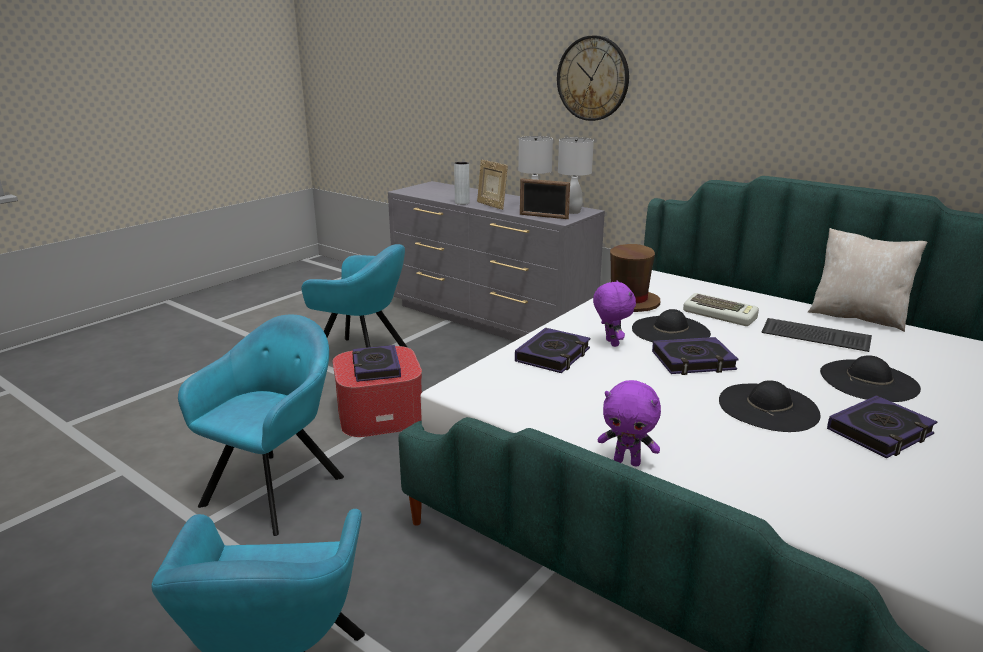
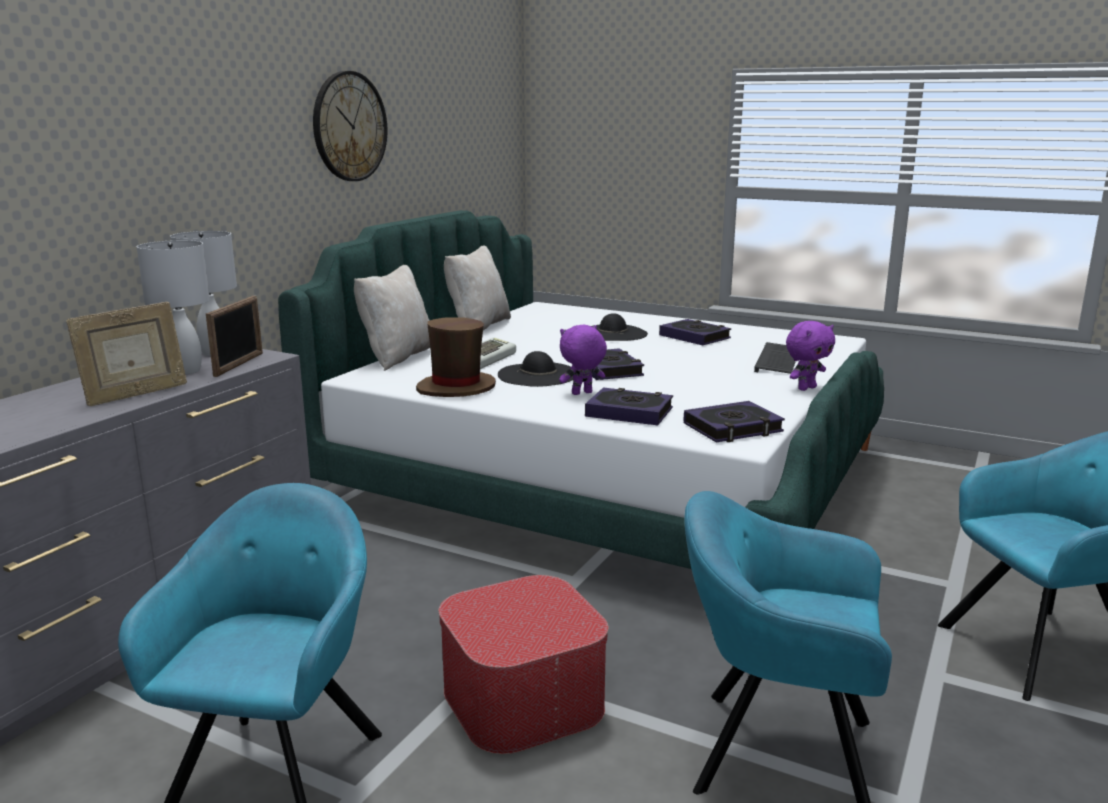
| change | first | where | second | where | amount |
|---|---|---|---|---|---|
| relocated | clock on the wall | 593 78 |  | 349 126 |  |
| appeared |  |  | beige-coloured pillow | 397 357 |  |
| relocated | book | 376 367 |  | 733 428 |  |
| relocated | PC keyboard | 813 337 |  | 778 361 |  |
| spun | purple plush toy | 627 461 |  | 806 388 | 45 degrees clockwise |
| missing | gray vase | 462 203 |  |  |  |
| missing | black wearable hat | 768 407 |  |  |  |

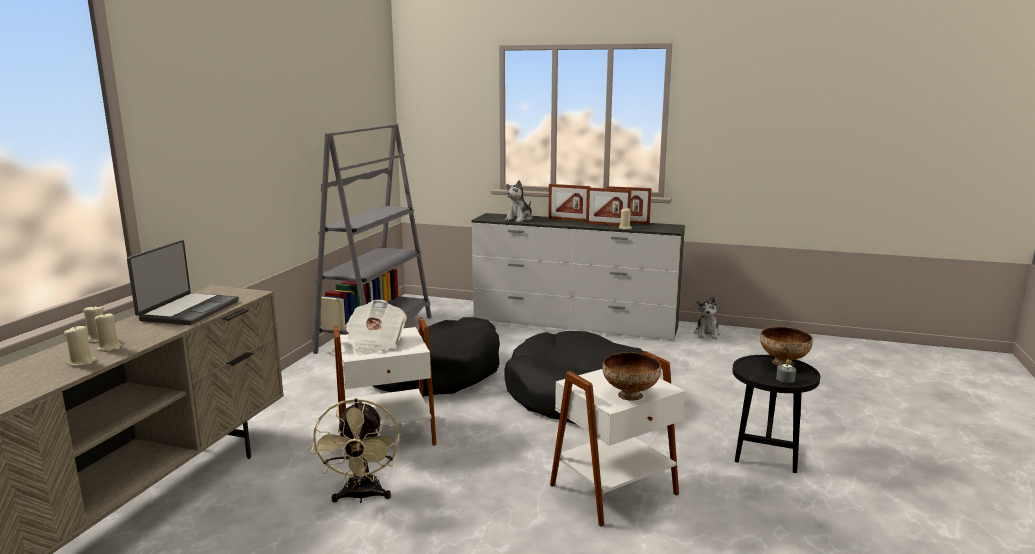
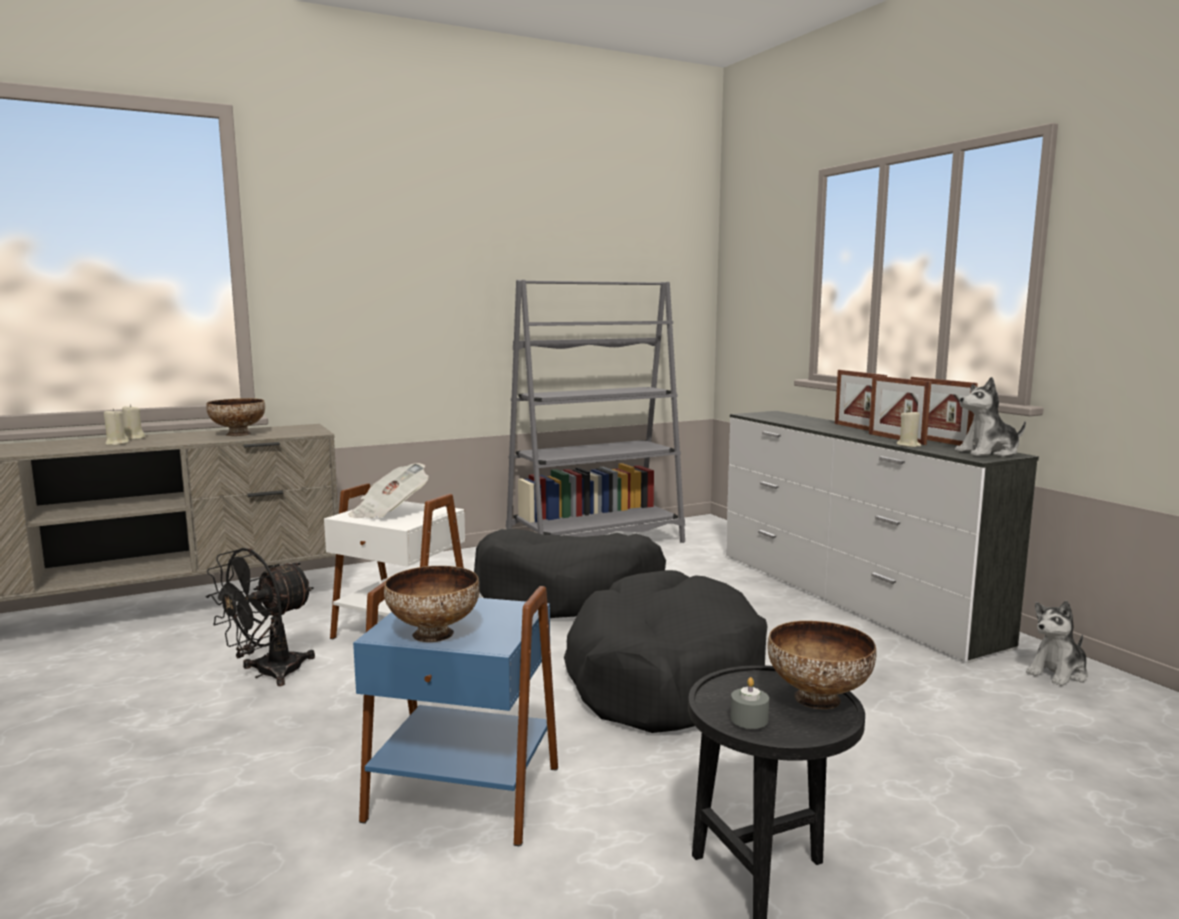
| change | first | where | second | where | amount |
|---|---|---|---|---|---|
| exchanged | portable computer | 188 310 | serving bowl | 238 434 |  |
| colour | beige-coloured fan | 361 496 | black fan | 268 674 |  |
| colour | white-coloured end table | 615 490 | bluish end table | 463 795 |  |
| relocated | plush toy | 519 219 |  | 988 452 |  |
| missing | beige-coloured wax light | 82 362 |  |  |  |

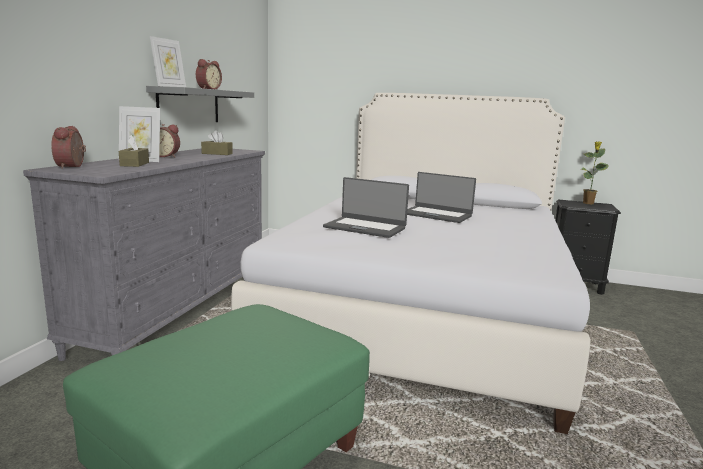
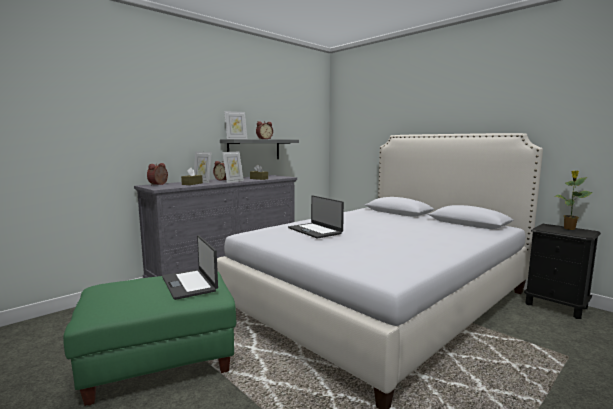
| change | first | where | second | where | amount |
|---|---|---|---|---|---|
| relocated | portable computer | 436 215 |  | 190 284 |  |
| appeared |  |  | standing frame | 233 181 |  |

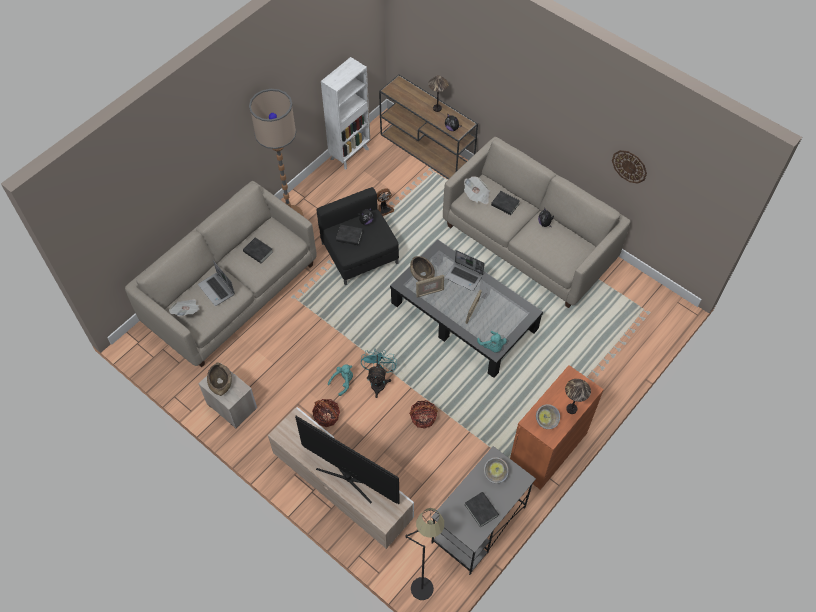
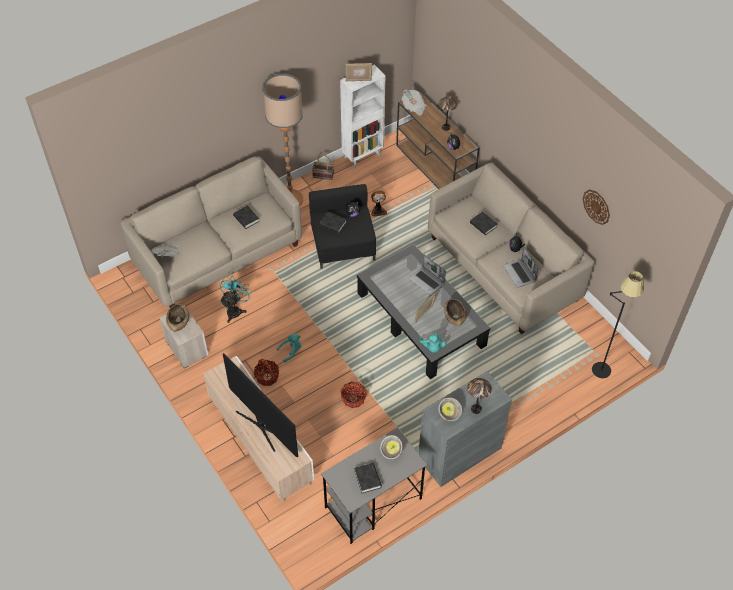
| change | first | where | second | where | amount |
|---|---|---|---|---|---|
| relocated | turquoise fan | 378 381 |  | 235 310 |  |
| appeared |  |  | storage basket | 324 174 |  |
| relocated | standing frame | 429 292 |  | 358 80 |  |
| relocated | newspaper | 477 195 |  | 414 107 |  |
| colour | orange storage cabinet | 548 449 | gray storage cabinet | 459 453 |  |
| relocated | brown serving bowl | 422 274 |  | 455 316 |  |
| relocated | portable computer | 217 289 |  | 520 274 |  |
| relocated | black standard lamp | 424 578 |  | 604 363 |  |

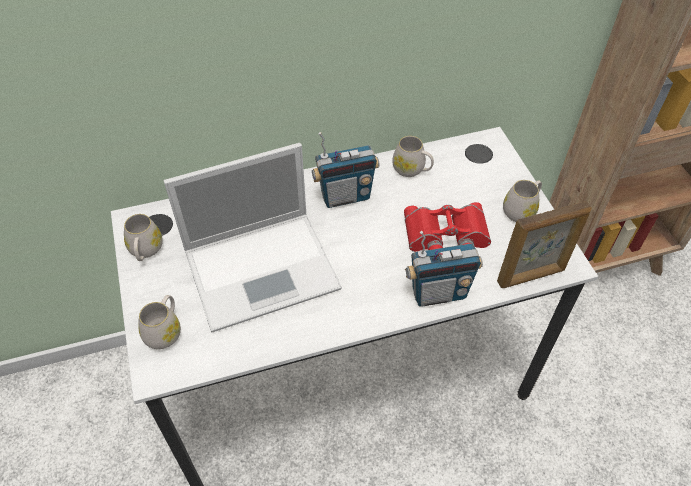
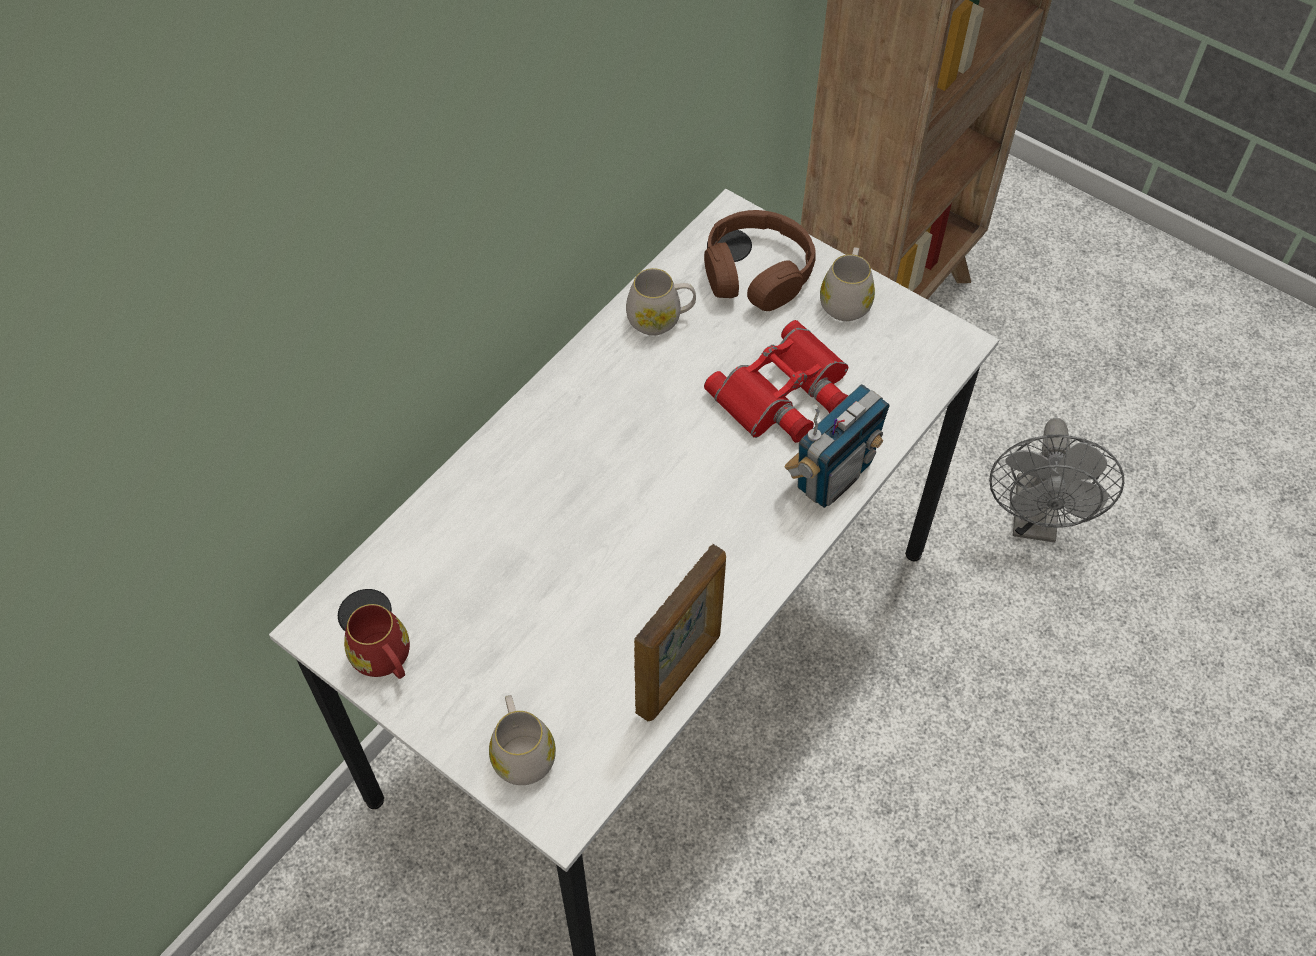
| change | first | where | second | where | amount |
|---|---|---|---|---|---|
| colour | white-coloured coffee mug | 145 251 | reddish coffee mug | 385 660 |  |
| relocated | standing frame | 531 276 |  | 680 673 |  |
| appeared |  |  | brown headset | 756 272 |  |
| appeared |  |  | gray fan | 1035 521 |  |
| missing | portable computer | 264 268 |  |  |  |
| missing | radio receiver | 345 196 |  |  |  |

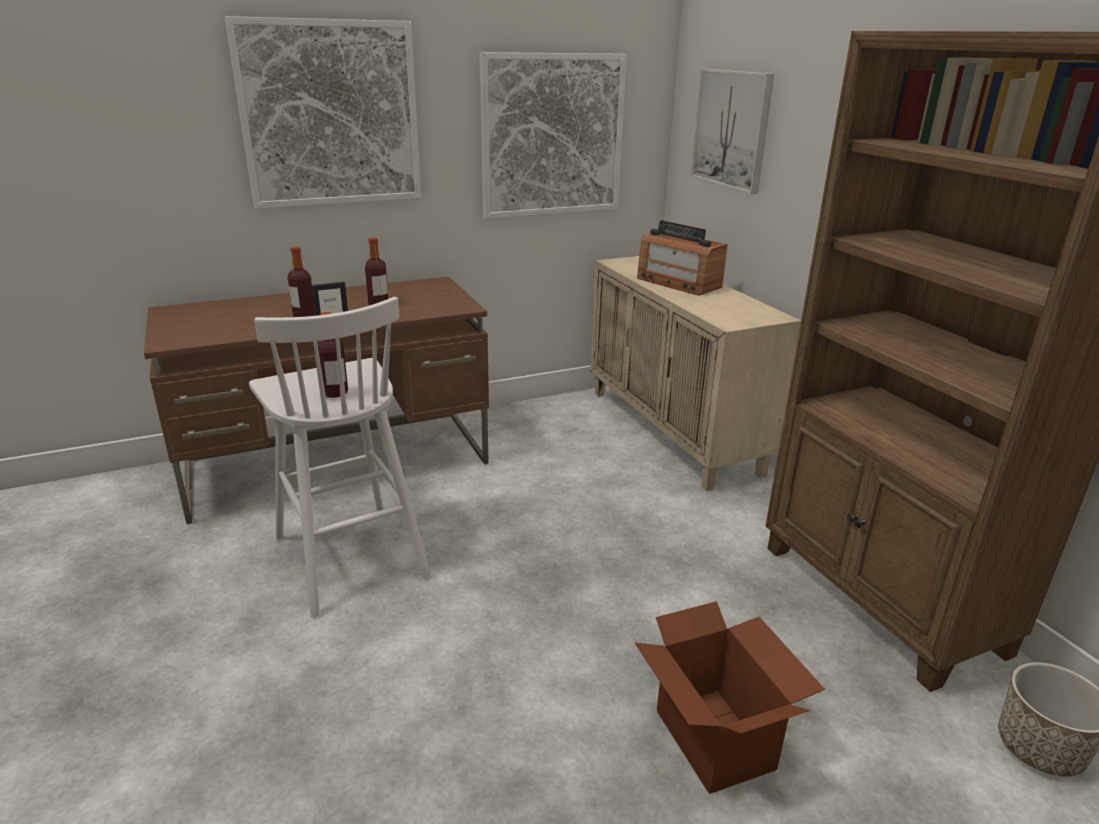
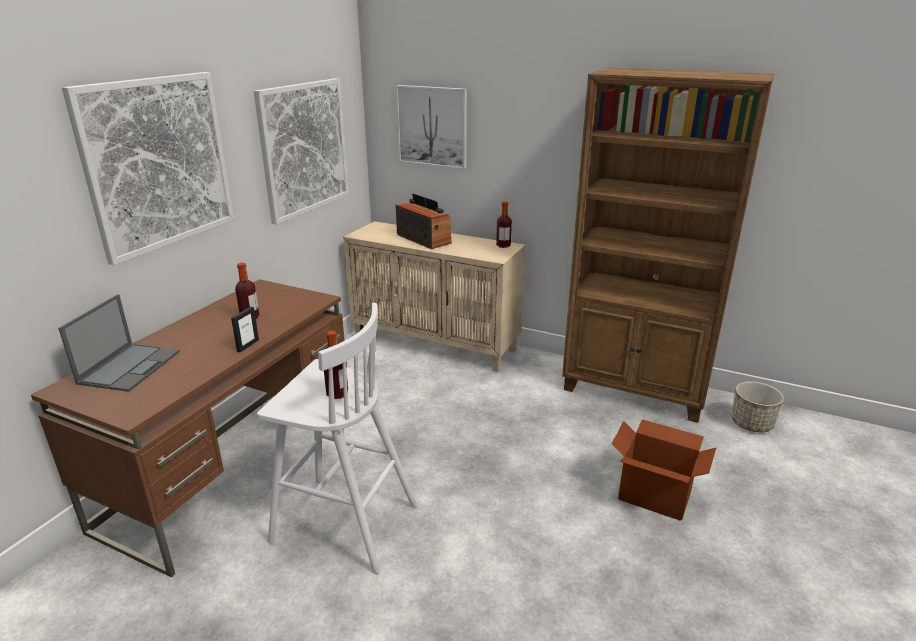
| change | first | where | second | where | amount |
|---|---|---|---|---|---|
| appeared |  |  | portable computer | 130 367 |  |
| spun | radio receiver | 678 283 |  | 424 239 | 135 degrees counterclockwise |
| relocated | drink bottle | 304 316 |  | 503 245 |  |

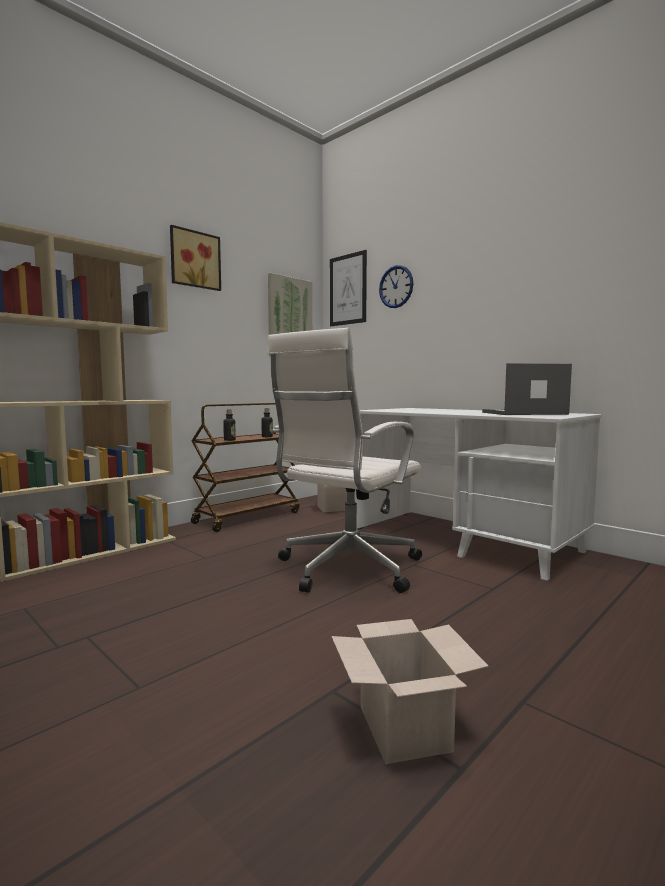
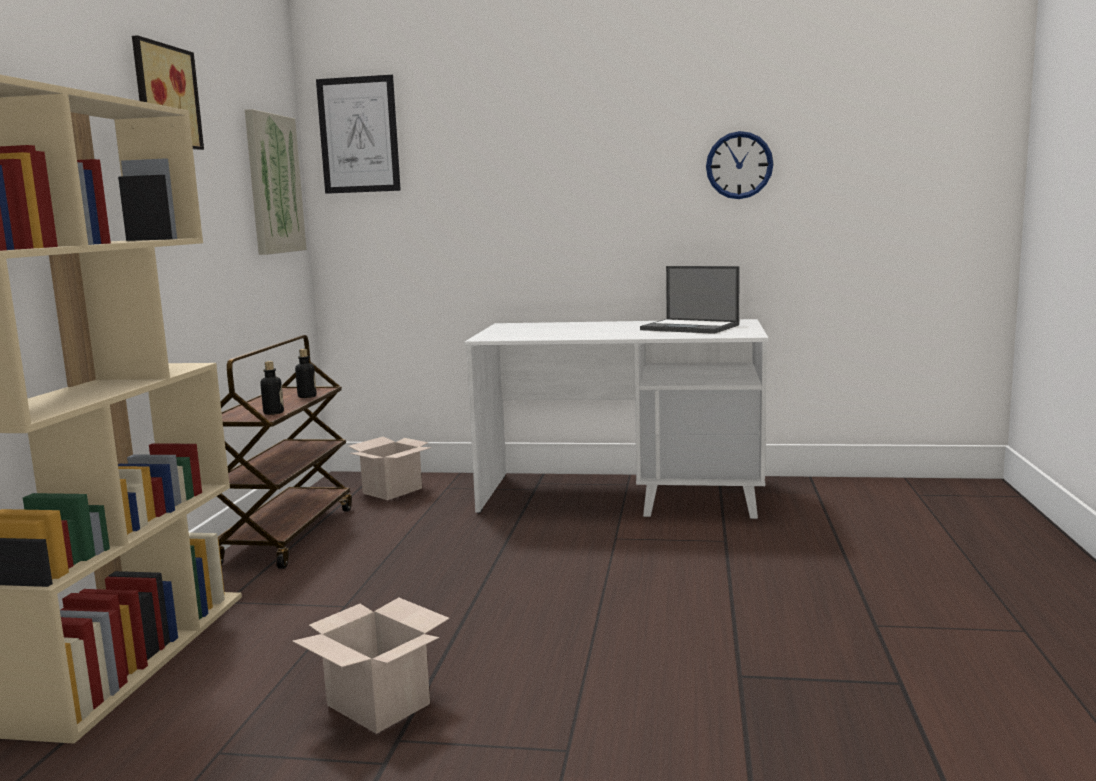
| change | first | where | second | where | amount |
|---|---|---|---|---|---|
| relocated | packing box | 406 729 |  | 381 704 |  |
| spun | portable computer | 523 413 |  | 691 327 | 105 degrees counterclockwise |
| relocated | clock on the wall | 396 287 |  | 739 165 |  |
| missing | white-coloured computer chair | 346 569 |  |  |  |

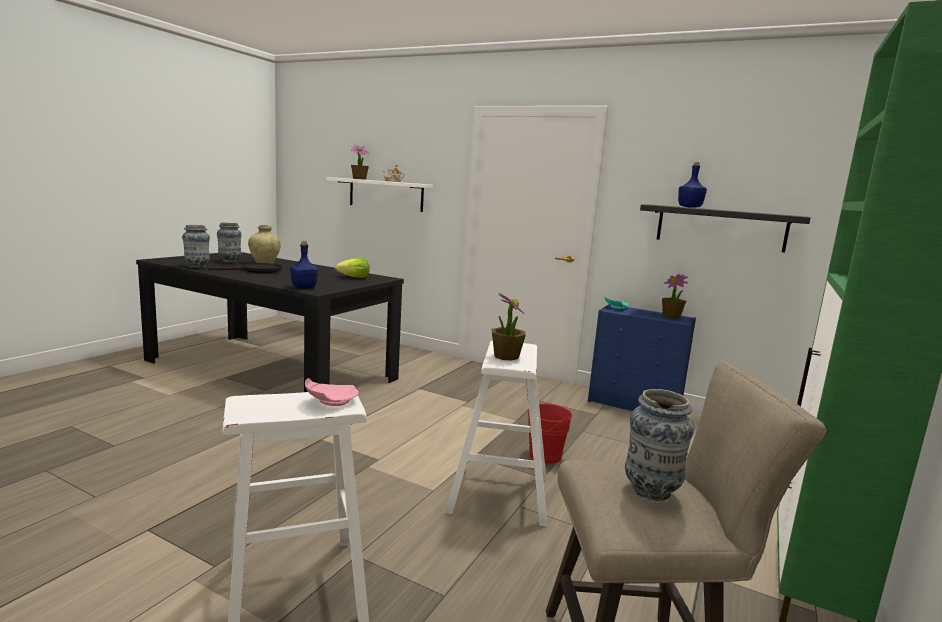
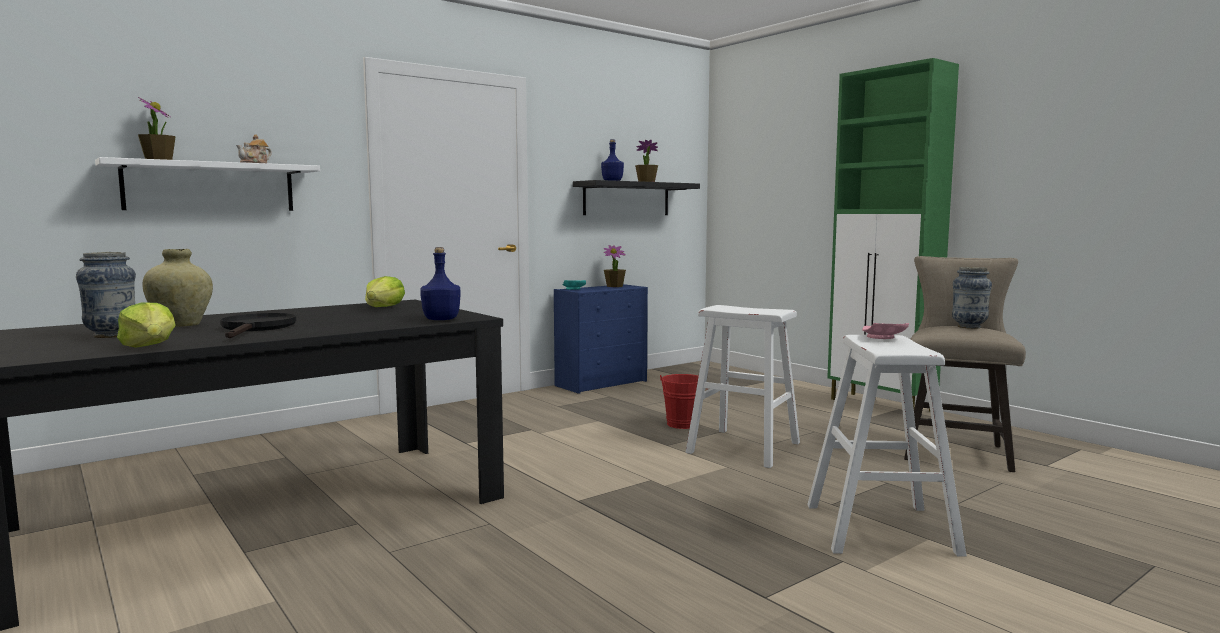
| change | first | where | second | where | amount |
|---|---|---|---|---|---|
| exchanged | vase | 197 267 | lettuce | 150 346 |  |
| relocated | plant in a pot | 506 356 |  | 646 182 |  |

